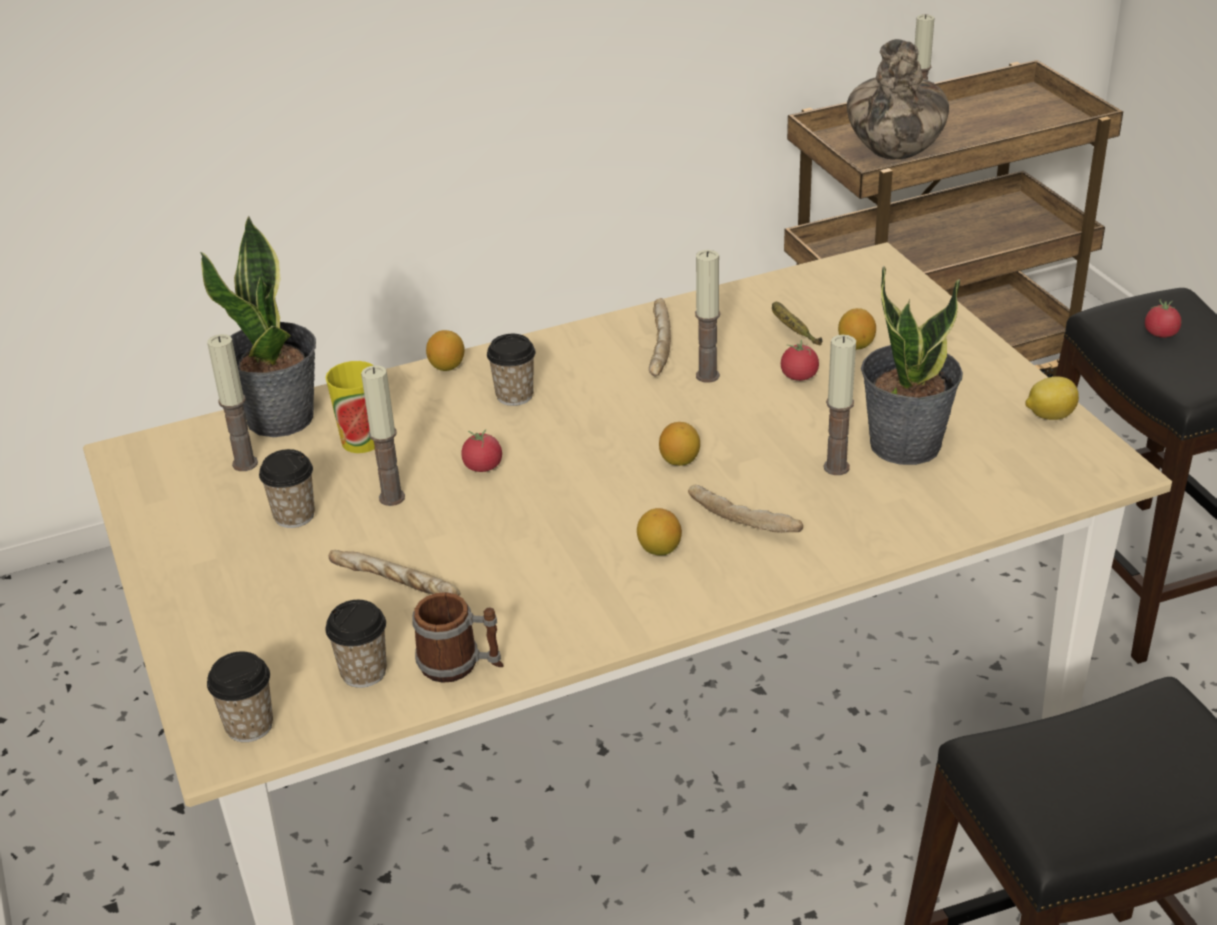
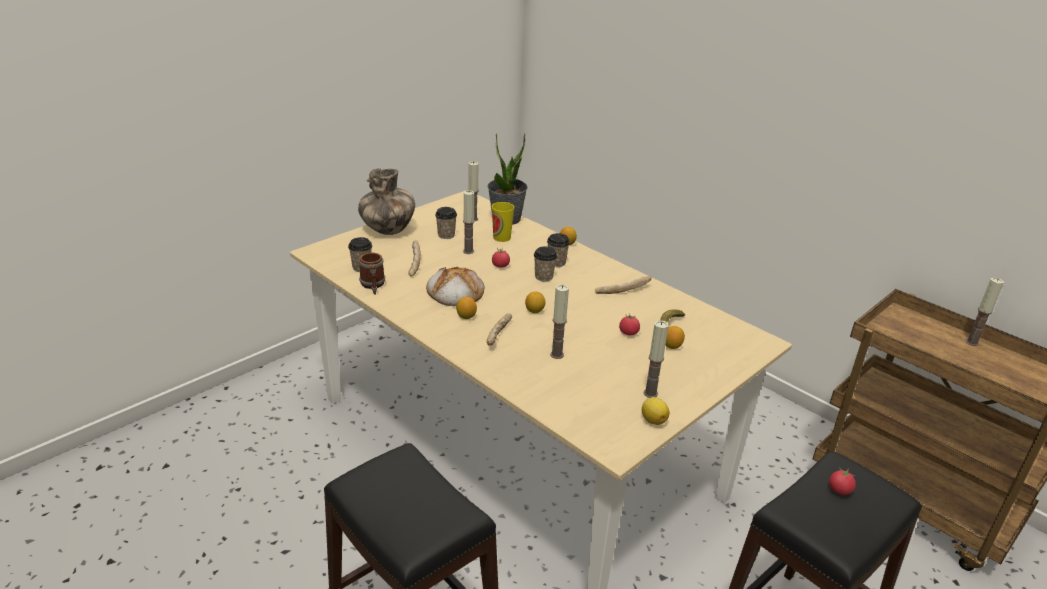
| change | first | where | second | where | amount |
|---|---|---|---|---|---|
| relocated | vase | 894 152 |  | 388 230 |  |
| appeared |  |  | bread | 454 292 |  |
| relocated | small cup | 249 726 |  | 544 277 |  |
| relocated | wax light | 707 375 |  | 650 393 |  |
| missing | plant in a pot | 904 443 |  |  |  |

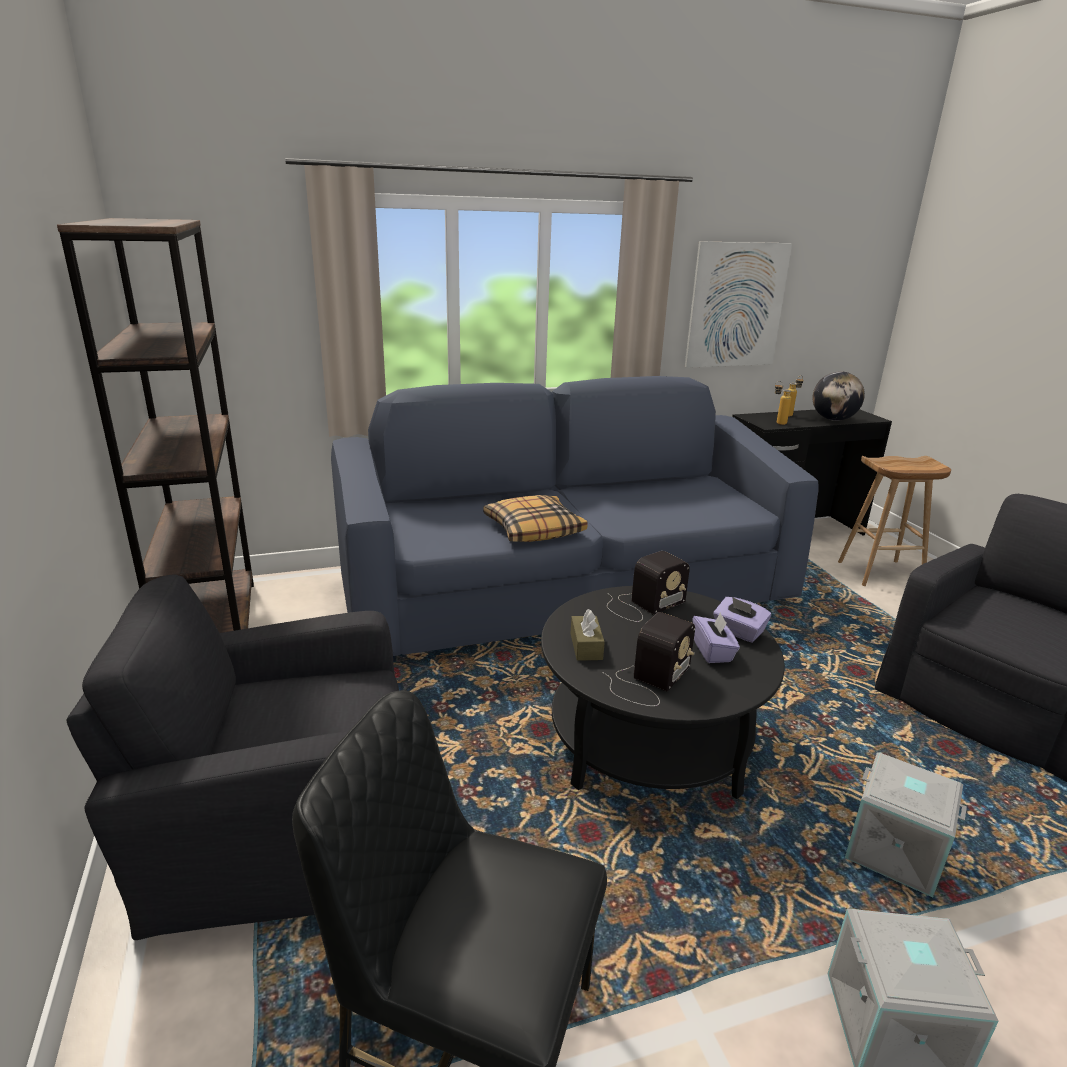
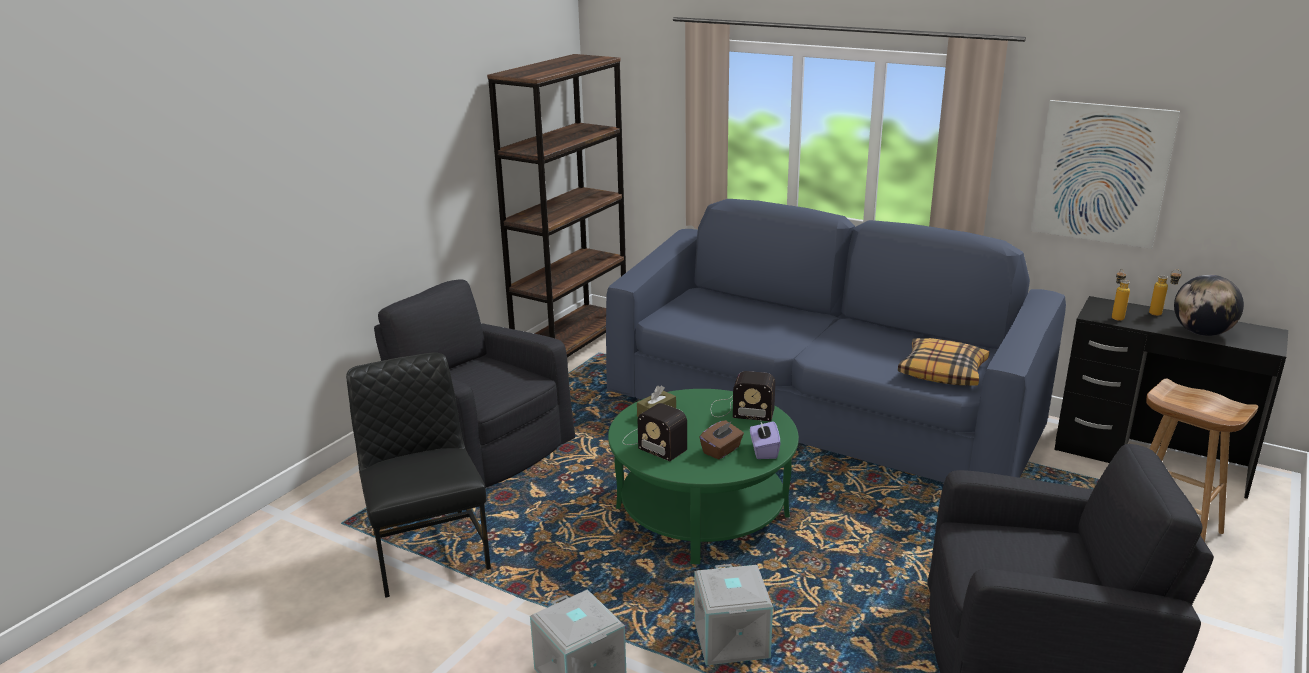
| change | first | where | second | where | amount |
|---|---|---|---|---|---|
| colour | black low table | 649 737 | green-coloured low table | 702 511 |  |
| spun | radio receiver | 648 680 |  | 652 443 | 45 degrees clockwise |
| colour | purple box of tissues | 713 651 | brown box of tissues | 721 450 |  |
| relocated | pillow | 533 529 |  | 943 372 |  |

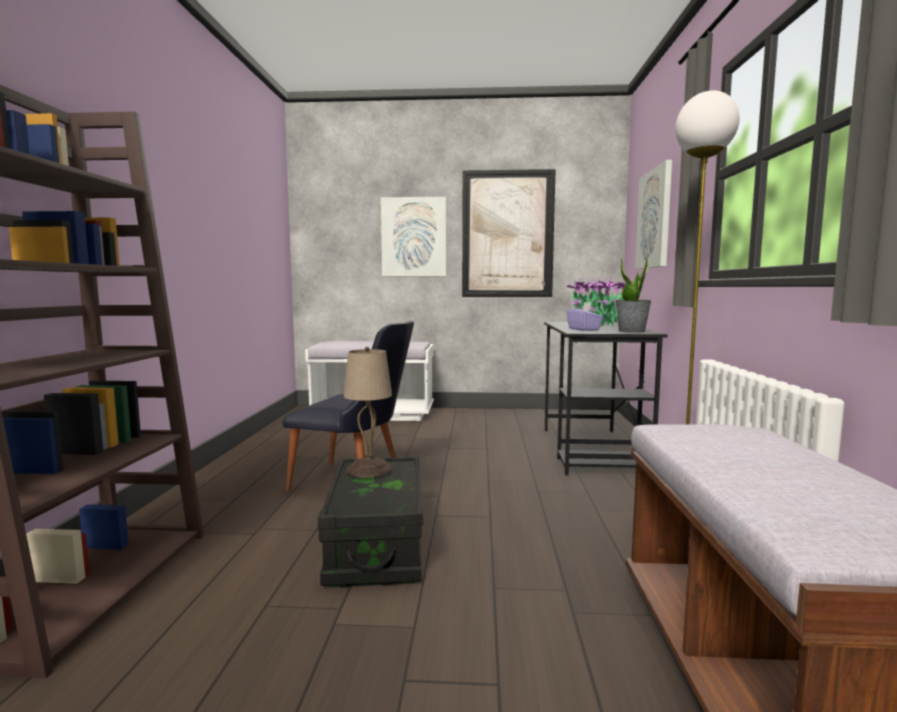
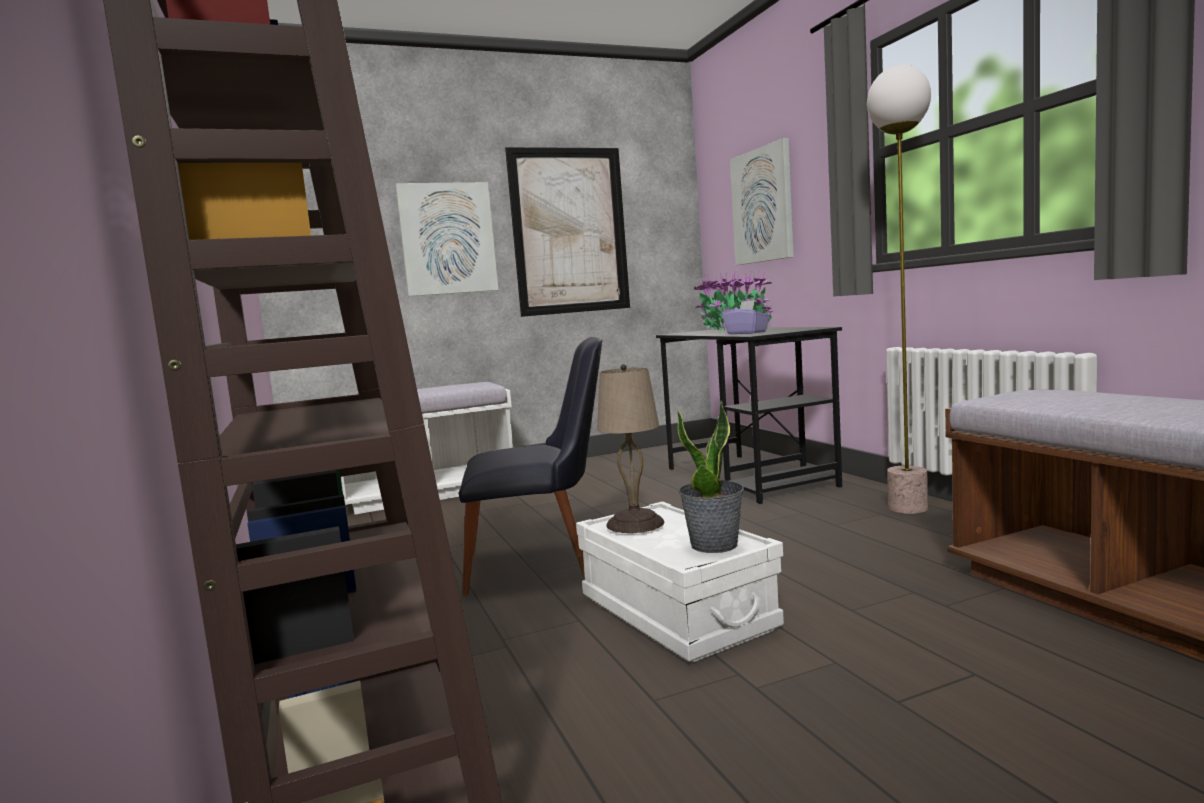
| change | first | where | second | where | amount |
|---|---|---|---|---|---|
| colour | black storage bin | 376 545 | white-coloured storage bin | 676 612 |  |
| relocated | plant in a pot | 631 331 |  | 714 545 |  |

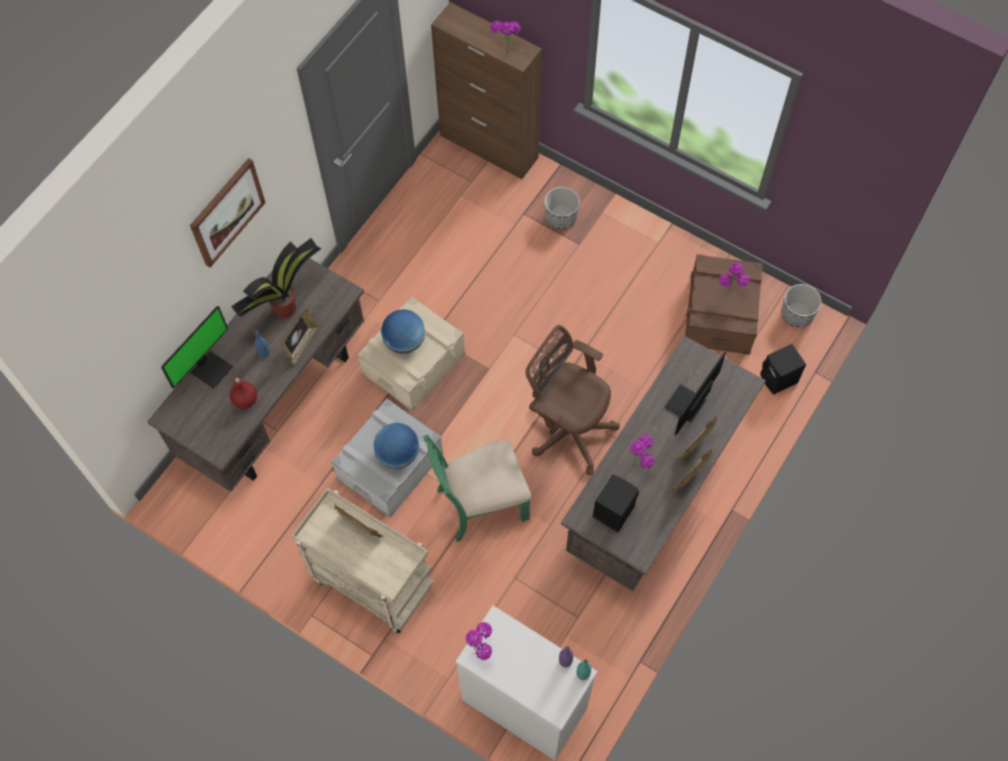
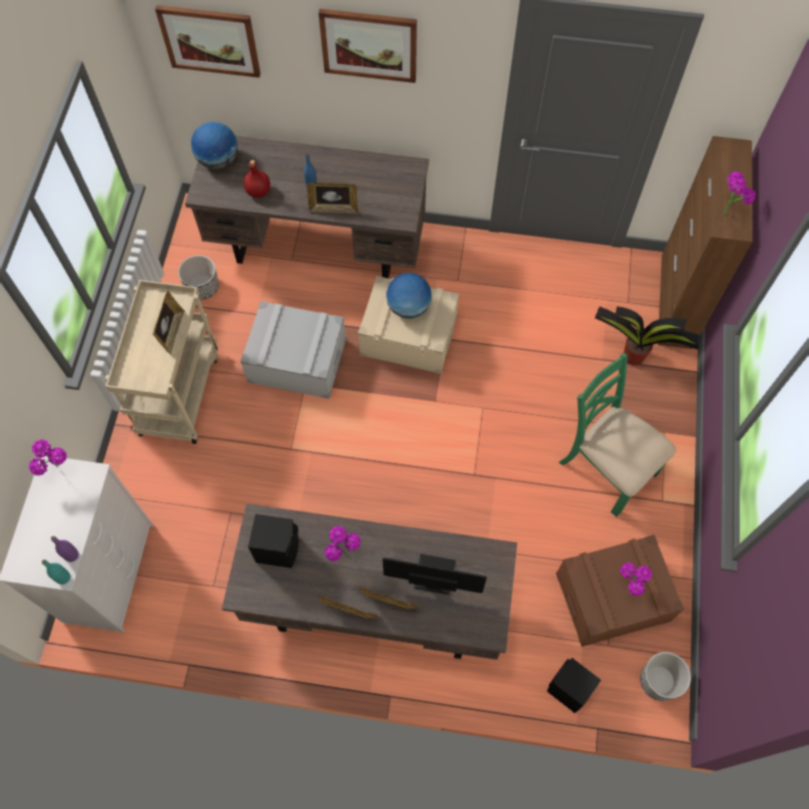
| change | first | where | second | where | amount |
|---|---|---|---|---|---|
| appeared |  |  | wall art | 210 40 |  |
| relocated | flower pot | 560 217 |  | 202 287 |  |
| relocated | globe | 398 454 |  | 218 160 |  |
| relocated | green-coloured upright chair | 481 503 |  | 607 467 |  |
| relocated | plant in a pot | 286 307 |  | 635 356 |  |
| missing | computer display | 210 368 |  |  |  |
| missing | brown computer chair | 567 428 |  |  |  |

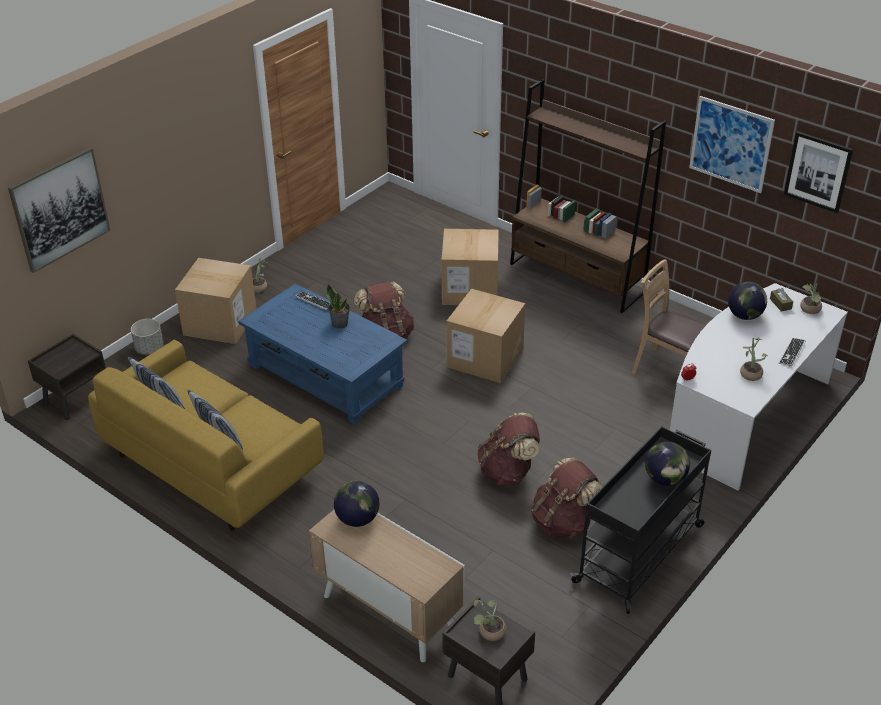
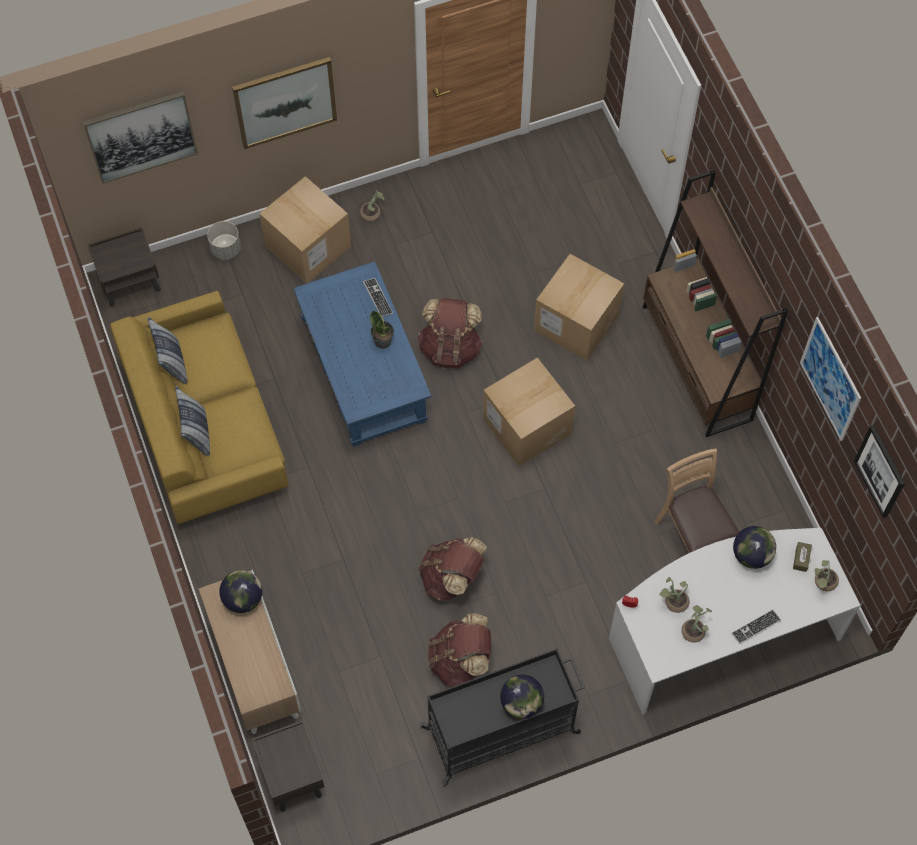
| change | first | where | second | where | amount |
|---|---|---|---|---|---|
| appeared |  |  | wall art | 285 102 |  |
| relocated | plant in a pot | 489 632 |  | 673 601 |  |

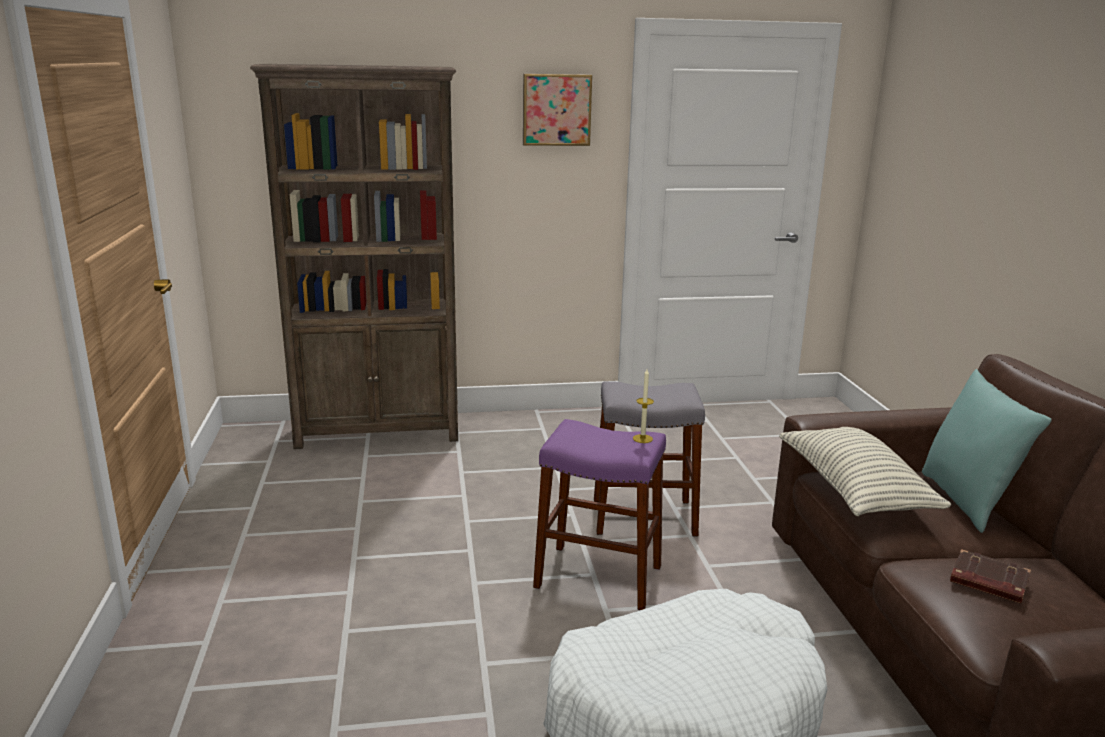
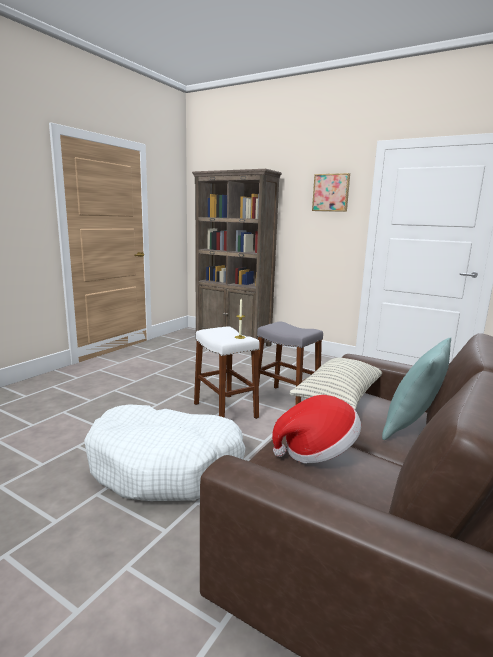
| change | first | where | second | where | amount |
|---|---|---|---|---|---|
| colour | purple sitting stool | 598 576 | white-coloured sitting stool | 225 410 |  |
| exchanged | brown book | 987 582 | wearable hat | 317 451 |  |

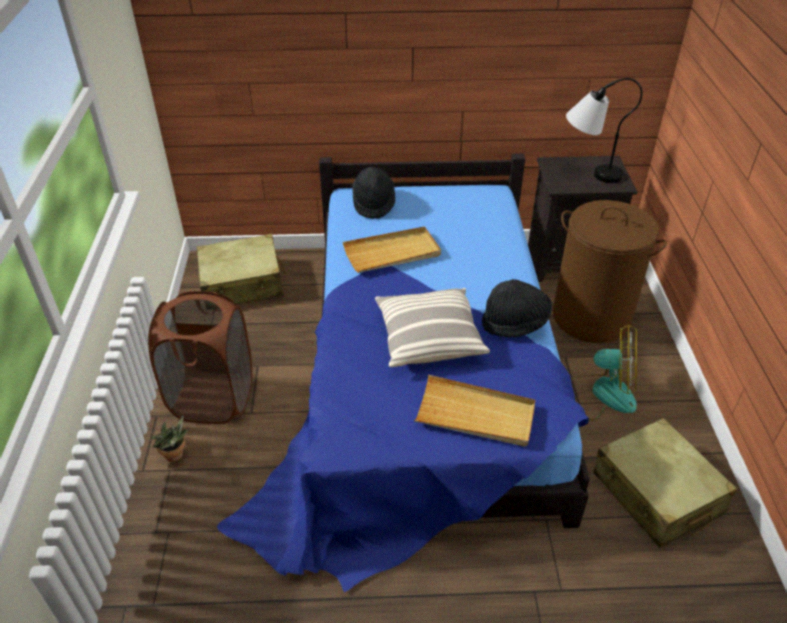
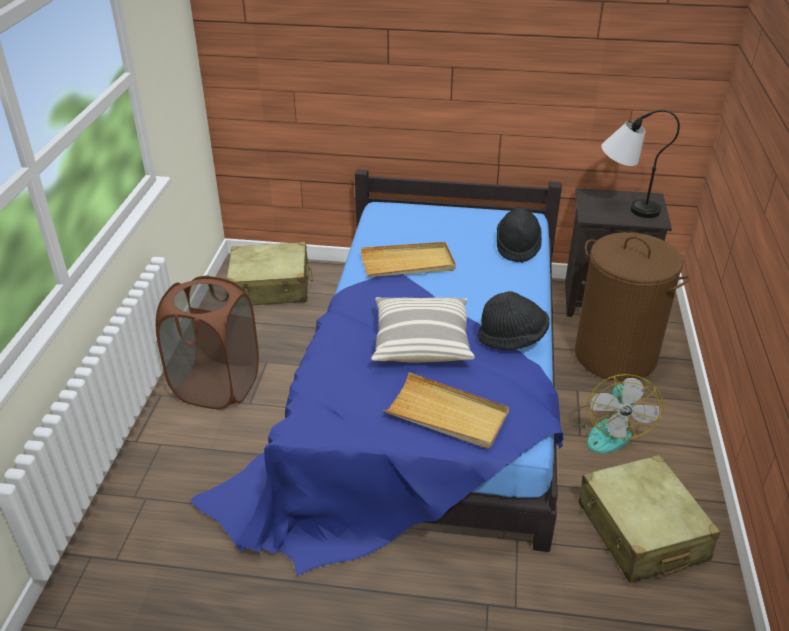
| change | first | where | second | where | amount |
|---|---|---|---|---|---|
| relocated | black wearable hat | 373 203 |  | 517 247 |  |
| spun | fan | 602 393 |  | 607 429 | 75 degrees clockwise |
| missing | plant in a pot | 176 456 |  |  |  |

